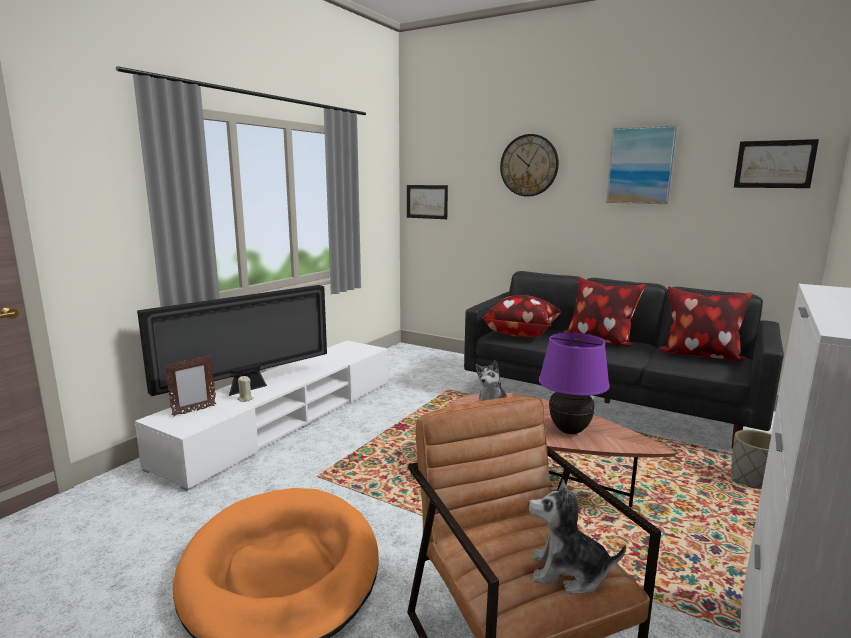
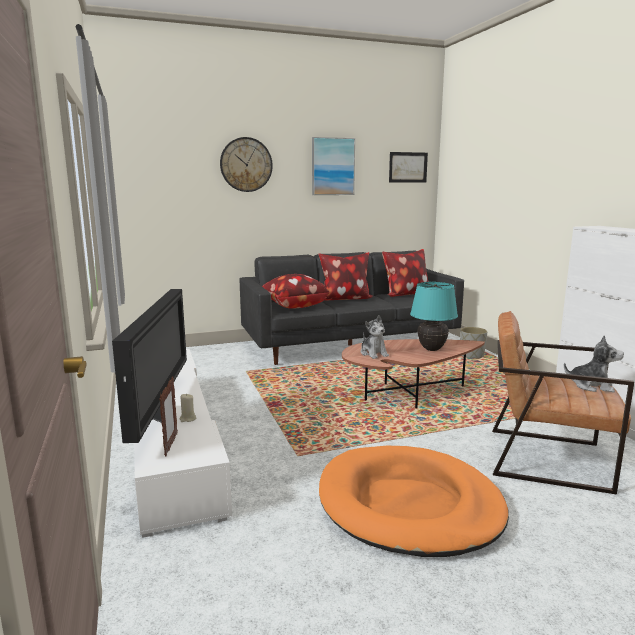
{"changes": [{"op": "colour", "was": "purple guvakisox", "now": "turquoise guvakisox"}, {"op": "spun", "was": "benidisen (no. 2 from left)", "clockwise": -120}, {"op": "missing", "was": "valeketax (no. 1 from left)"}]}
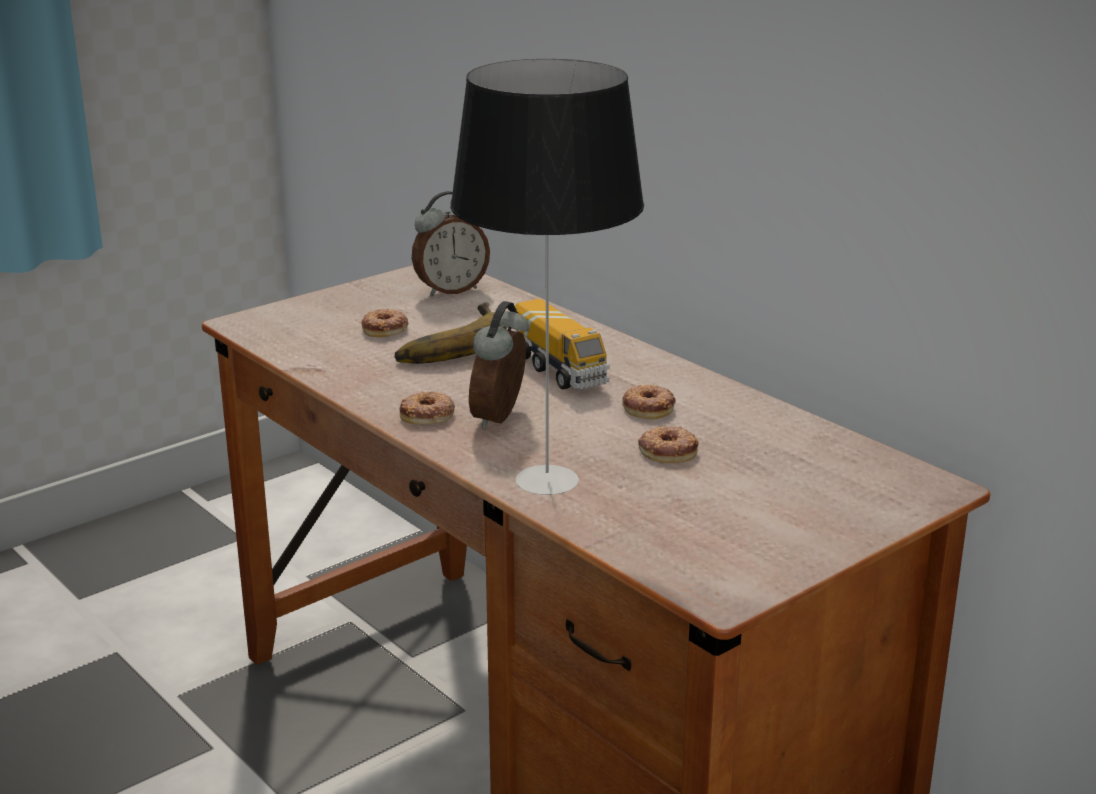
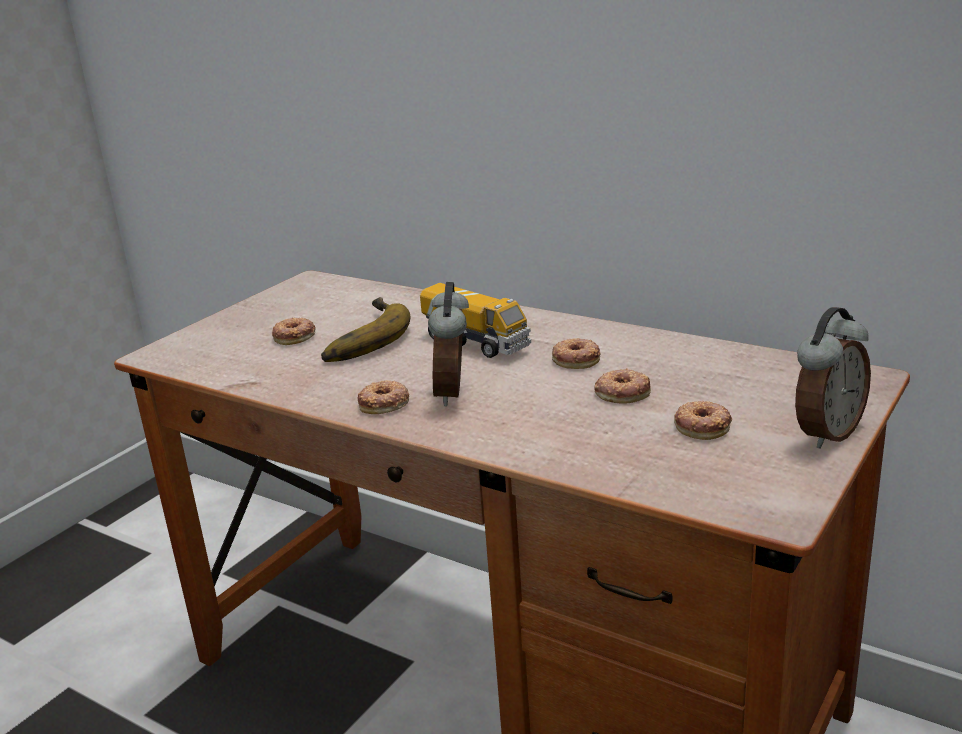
{"changes": [{"op": "appeared", "now": "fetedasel (no. 5 from left)"}, {"op": "relocated", "was": "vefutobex (no. 1 from left in the first image)", "now": "vefutobex (no. 2 from left)"}, {"op": "missing", "was": "guvakisox"}]}
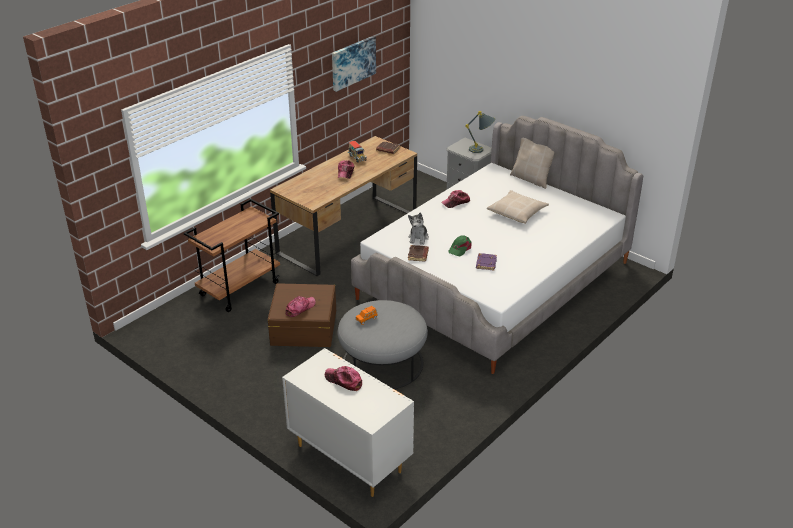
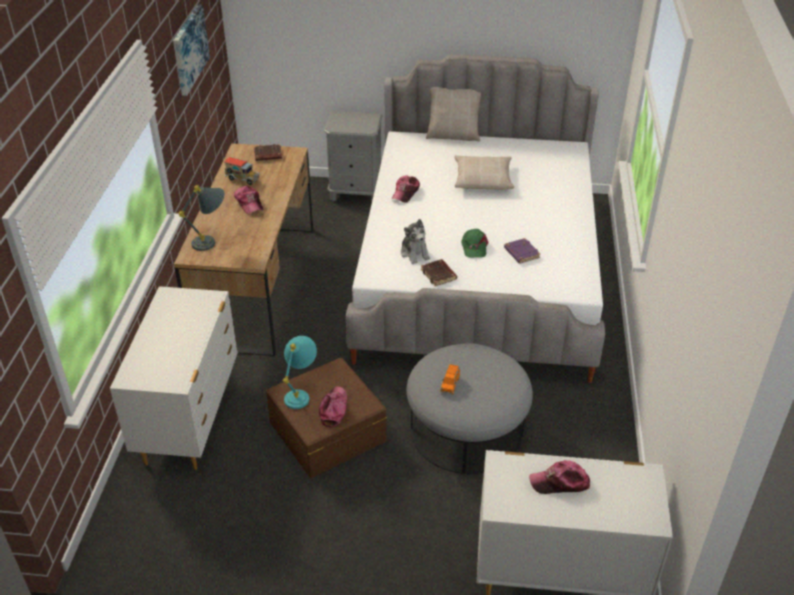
{"changes": [{"op": "exchanged", "was": "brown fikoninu", "now": "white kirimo (no. 1 from left)"}, {"op": "relocated", "was": "grey guvakisox"}, {"op": "appeared", "now": "turquoise guvakisox"}]}
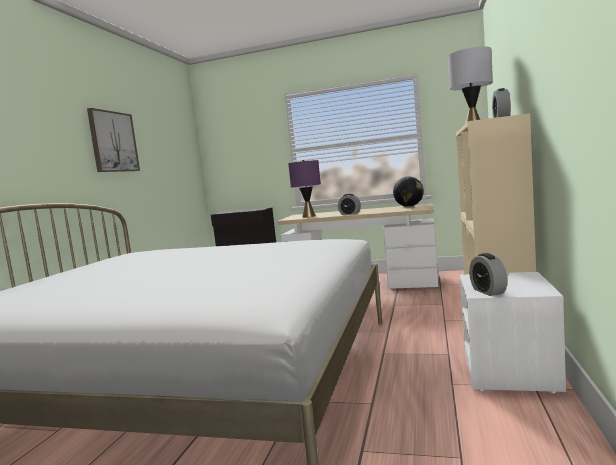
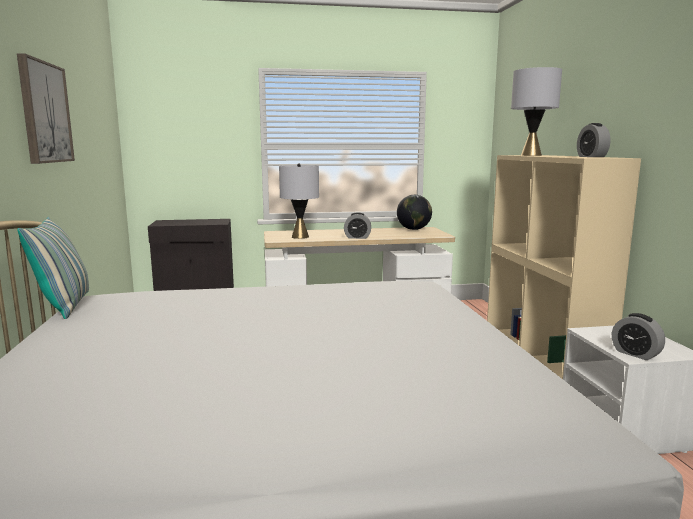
{"changes": [{"op": "appeared", "now": "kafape"}, {"op": "colour", "was": "purple guvakisox", "now": "grey guvakisox (no. 1 from left)"}]}
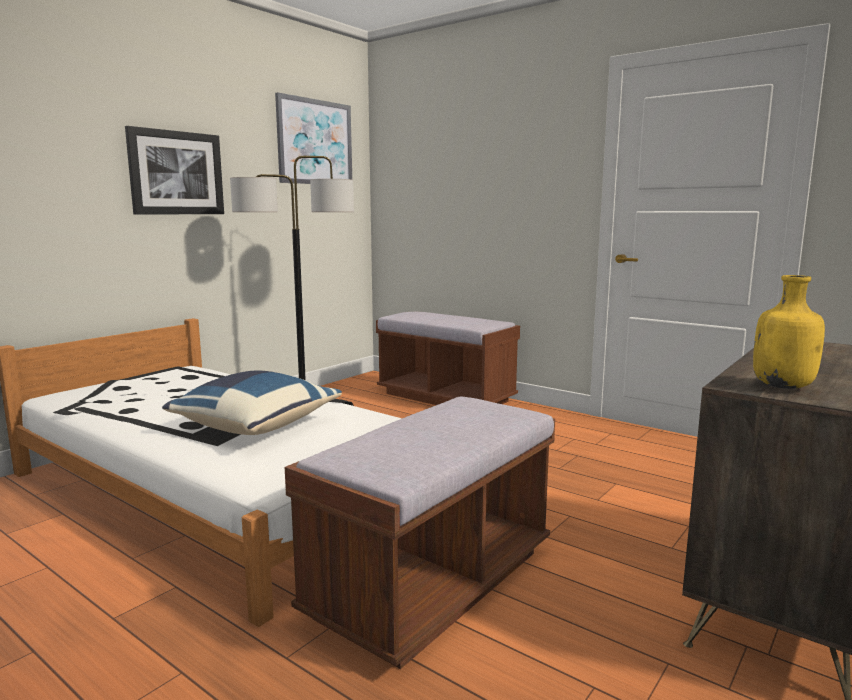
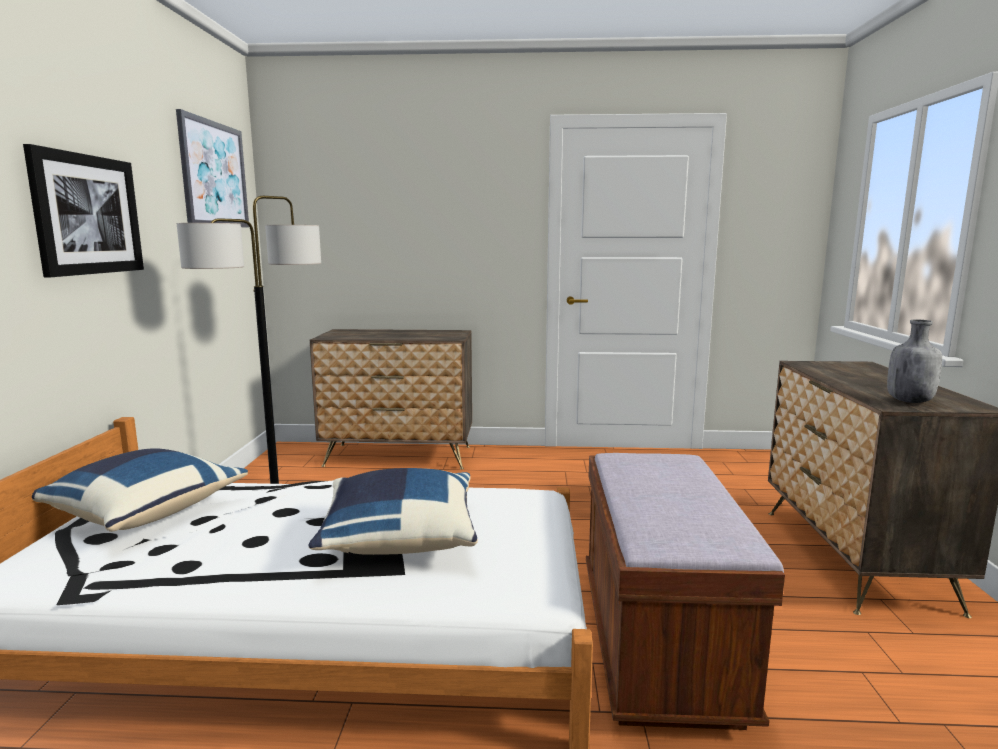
{"changes": [{"op": "appeared", "now": "blue kafape (no. 1 from left)"}, {"op": "exchanged", "was": "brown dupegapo (no. 2 from left)", "now": "kirimo (no. 1 from left)"}, {"op": "colour", "was": "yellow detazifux", "now": "grey detazifux"}]}
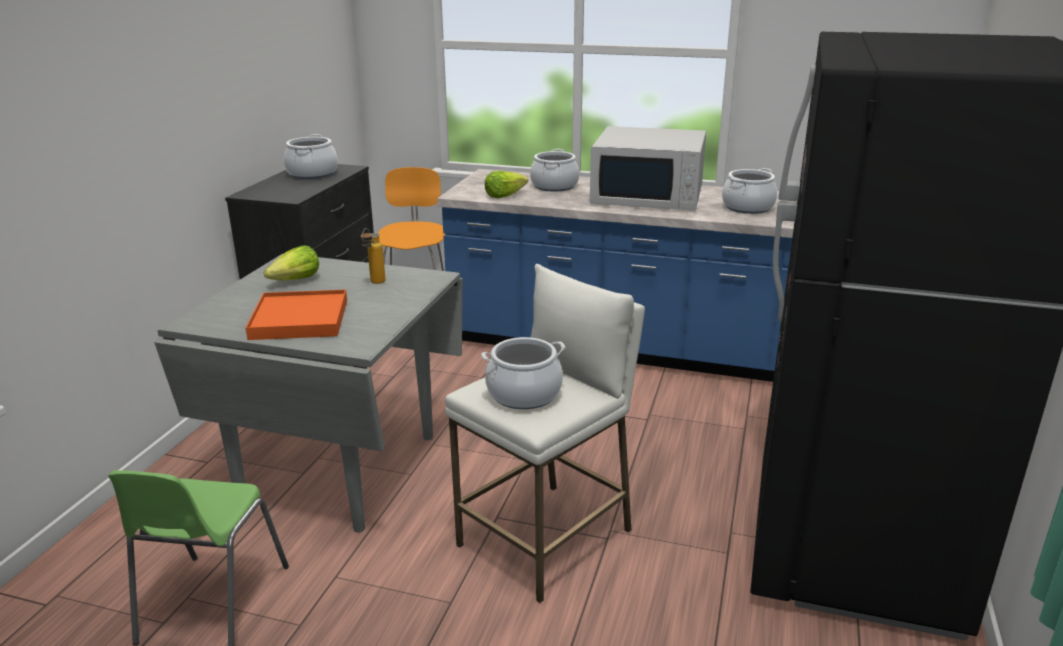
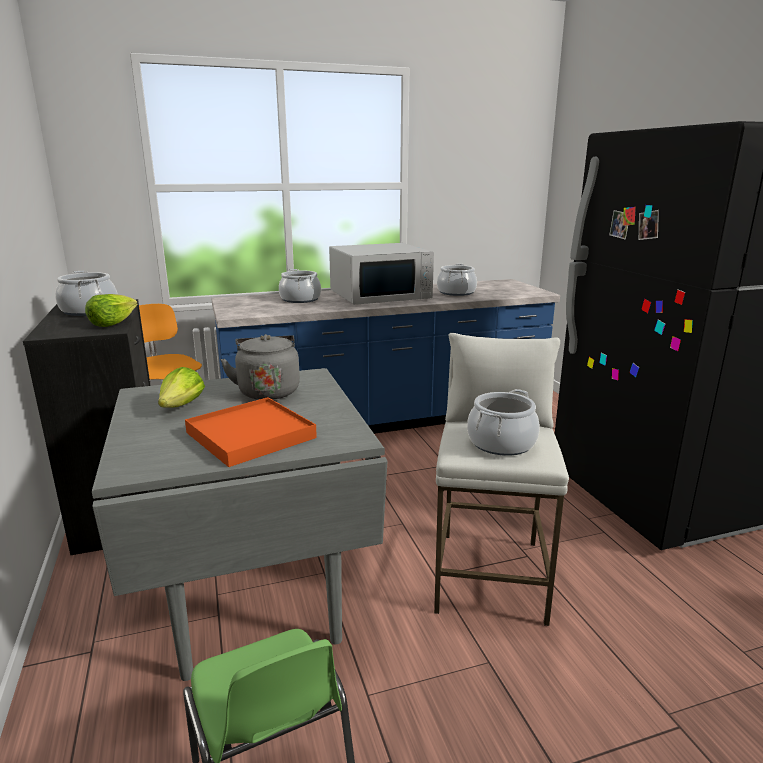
{"changes": [{"op": "relocated", "was": "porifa (no. 2 from left in the first image)", "now": "porifa (no. 1 from left)"}, {"op": "exchanged", "was": "detazifux", "now": "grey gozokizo"}]}
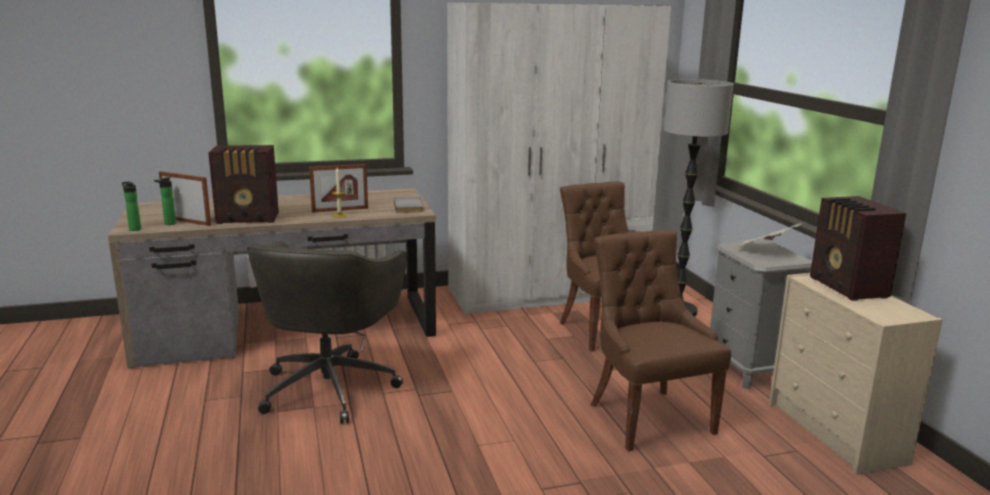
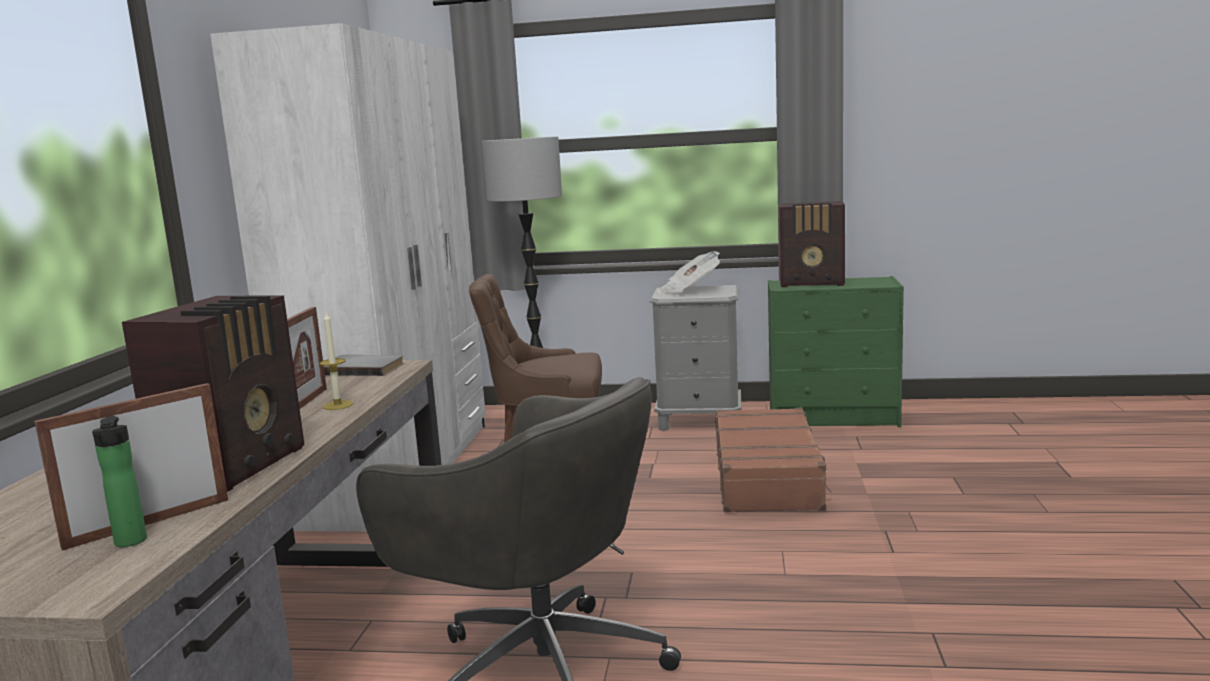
{"changes": [{"op": "exchanged", "was": "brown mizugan (no. 2 from left)", "now": "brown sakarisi"}, {"op": "colour", "was": "beige kirimo", "now": "green kirimo"}, {"op": "missing", "was": "detazifux (no. 1 from left)"}]}
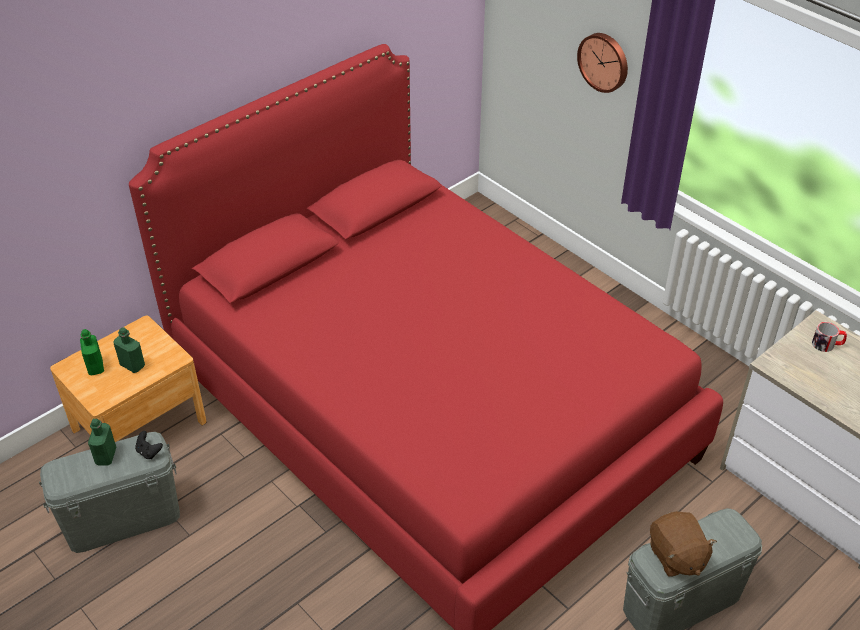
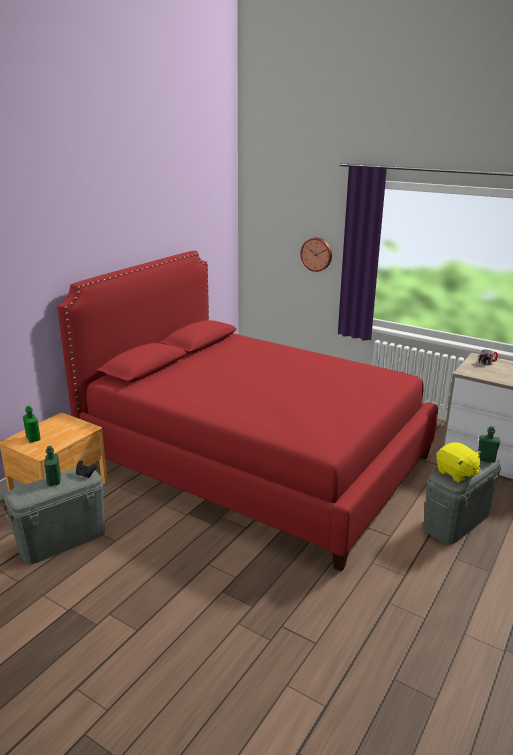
{"changes": [{"op": "colour", "was": "brown benidisen", "now": "yellow benidisen"}, {"op": "relocated", "was": "green detazifux (no. 3 from left)"}]}
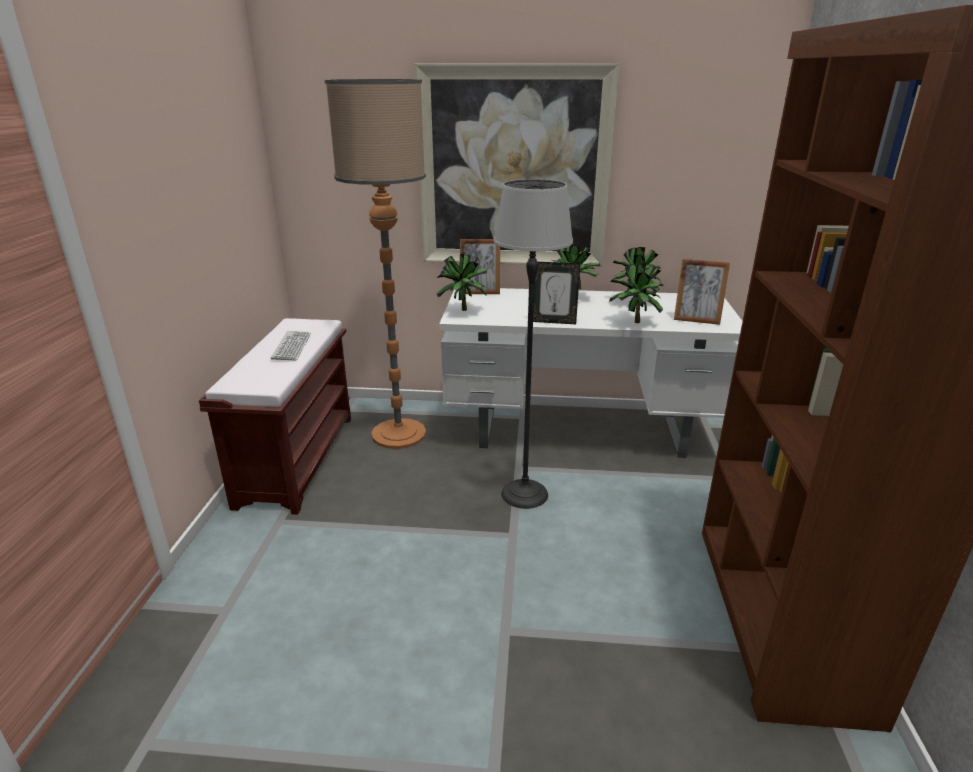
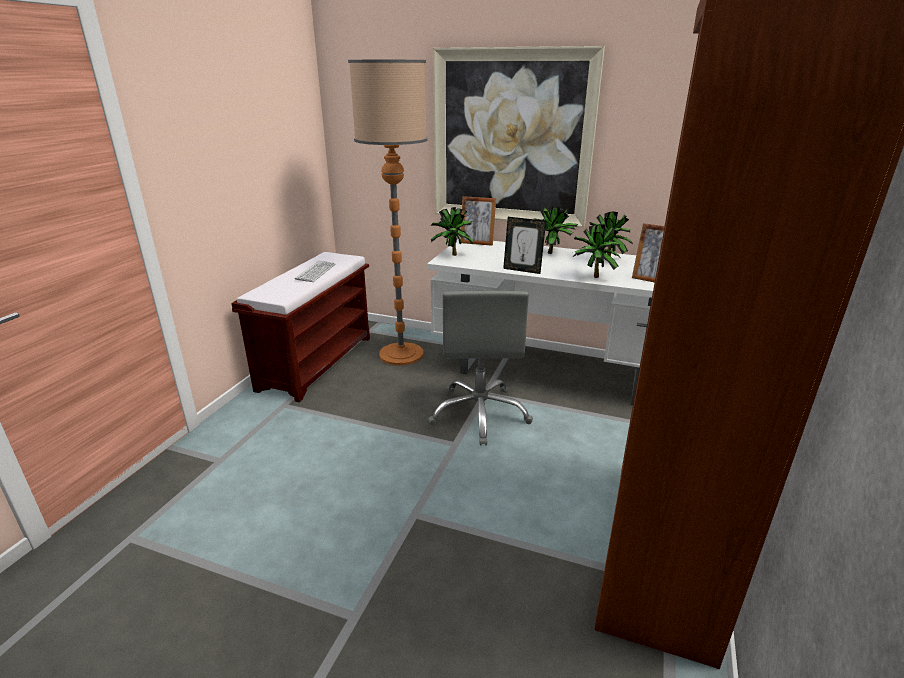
{"changes": [{"op": "exchanged", "was": "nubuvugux (no. 2 from left)", "now": "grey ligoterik"}]}
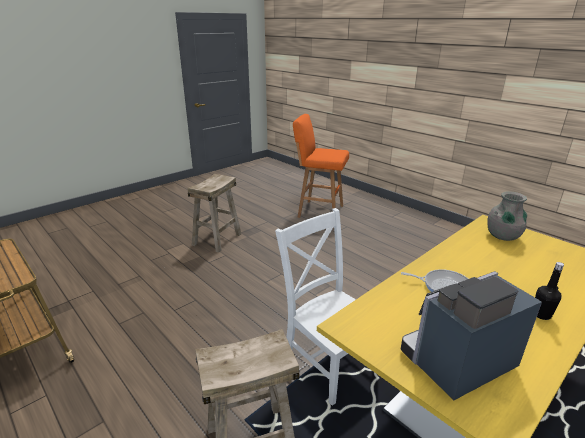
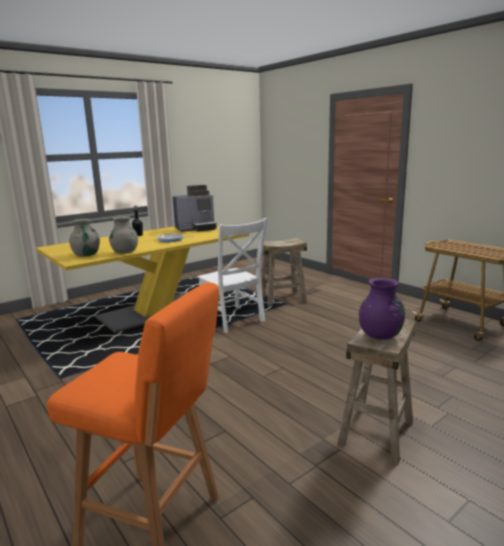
{"changes": [{"op": "appeared", "now": "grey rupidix (no. 2 from left)"}, {"op": "appeared", "now": "purple rupidix"}]}
